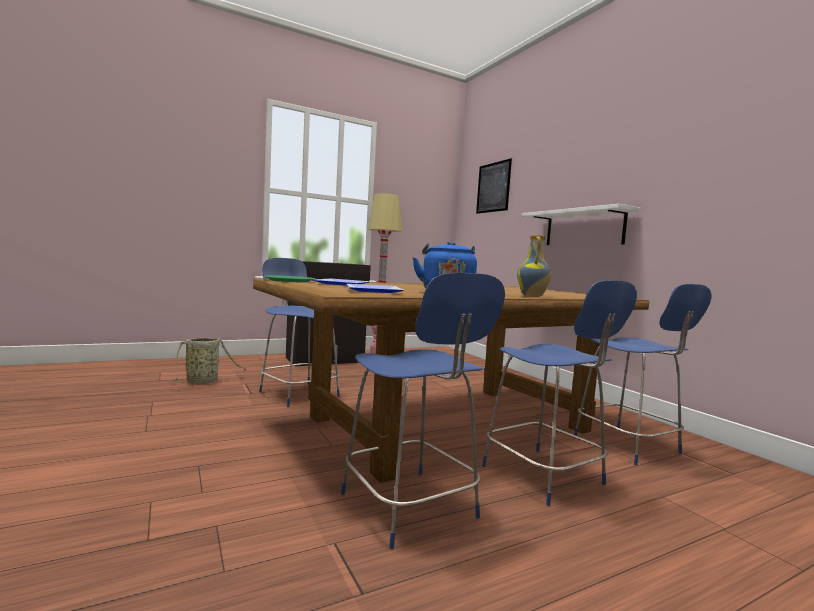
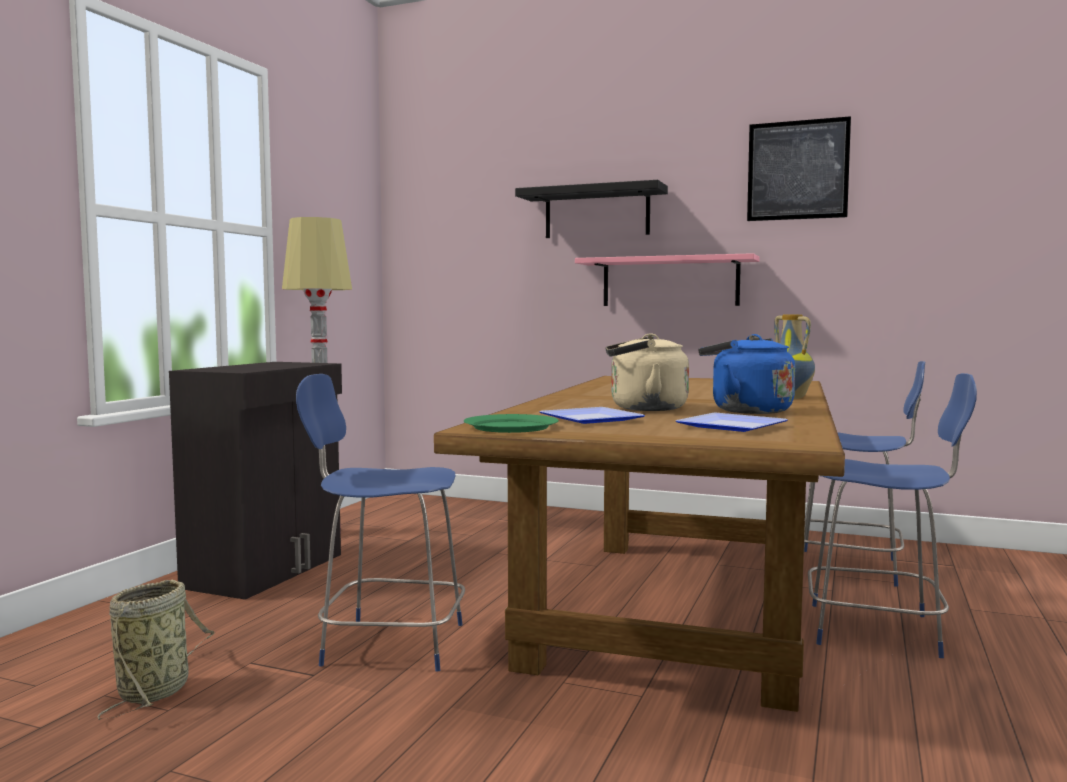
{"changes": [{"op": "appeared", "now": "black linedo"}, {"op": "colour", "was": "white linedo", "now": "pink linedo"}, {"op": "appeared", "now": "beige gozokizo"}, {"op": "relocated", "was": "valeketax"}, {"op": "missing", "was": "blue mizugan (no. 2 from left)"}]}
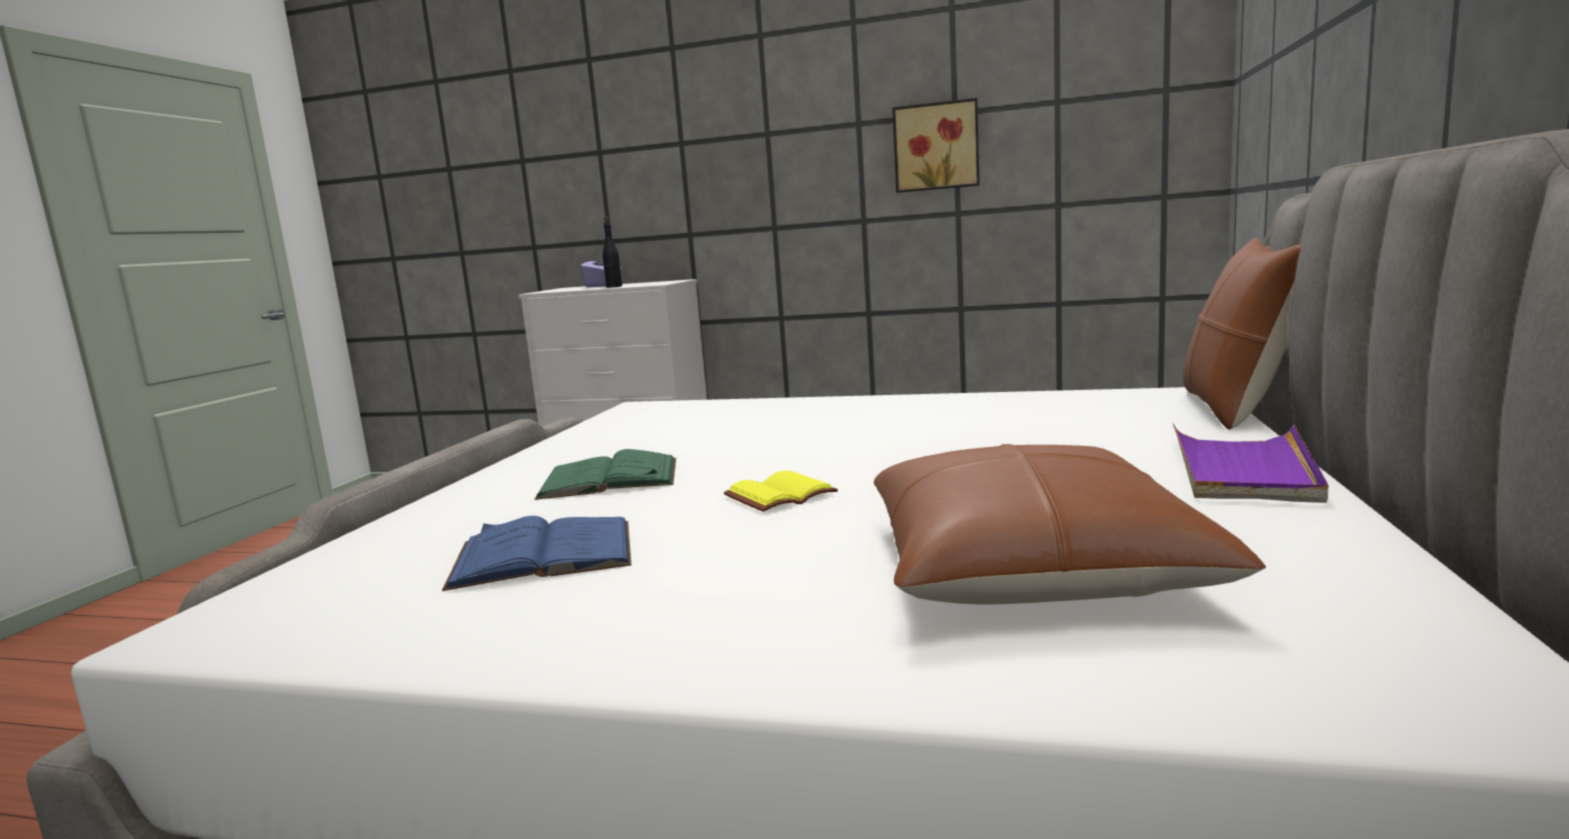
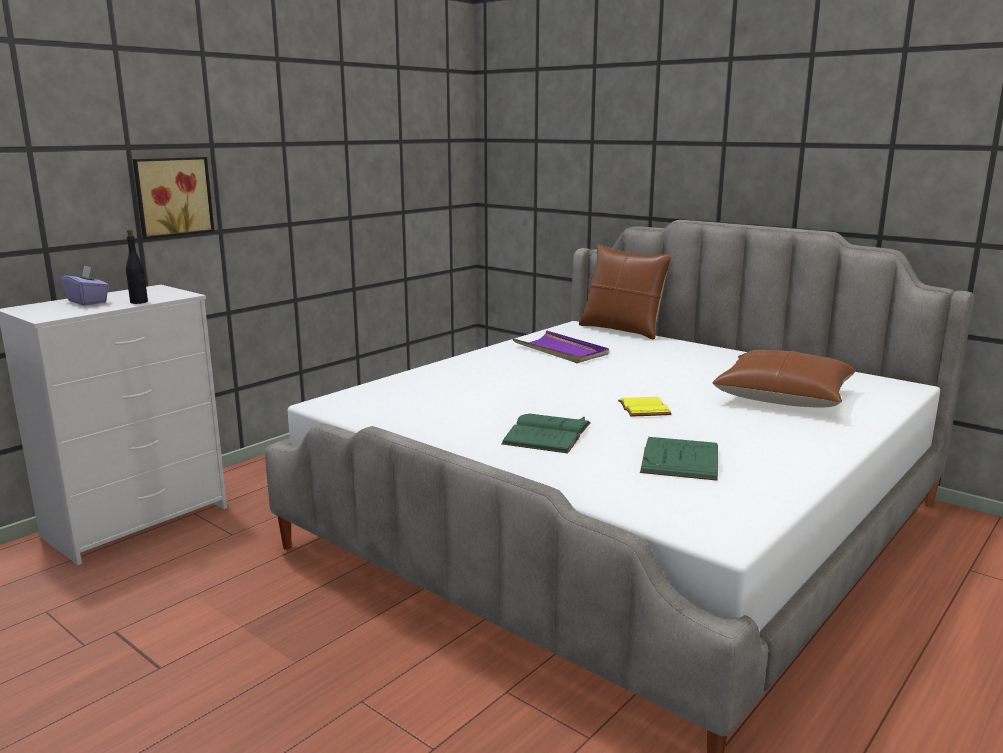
{"changes": [{"op": "relocated", "was": "valeketax"}, {"op": "relocated", "was": "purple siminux"}, {"op": "colour", "was": "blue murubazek", "now": "green murubazek (no. 2 from left)"}]}
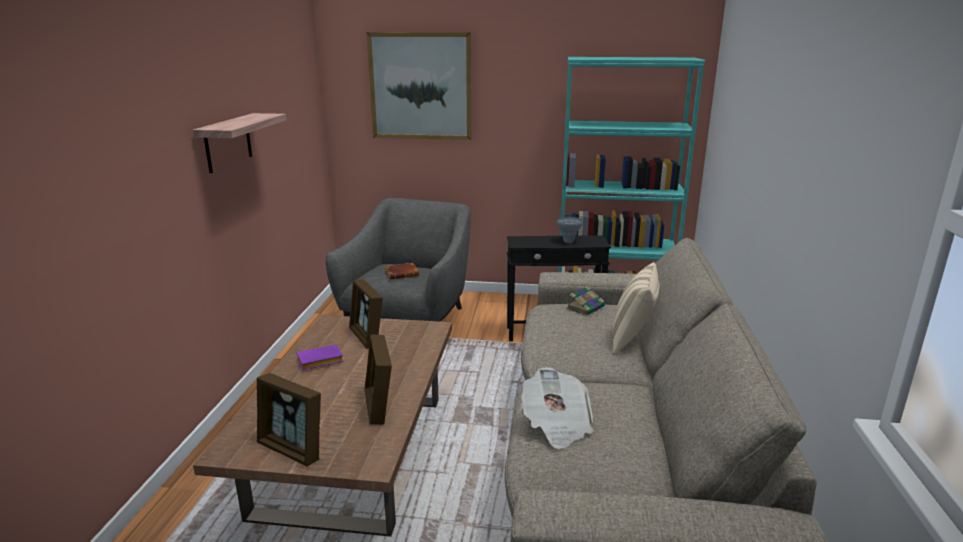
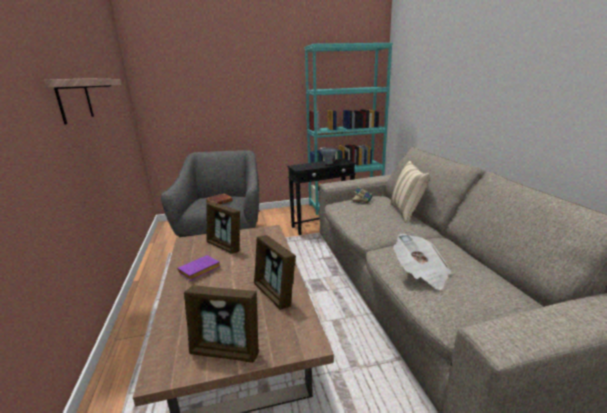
{"changes": [{"op": "missing", "was": "valeketax"}]}
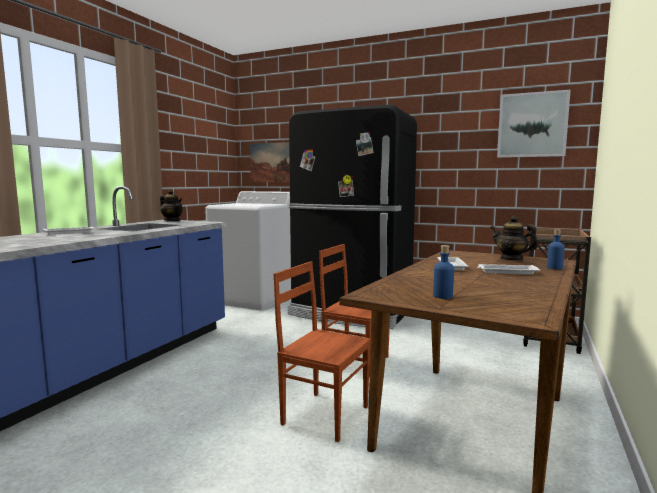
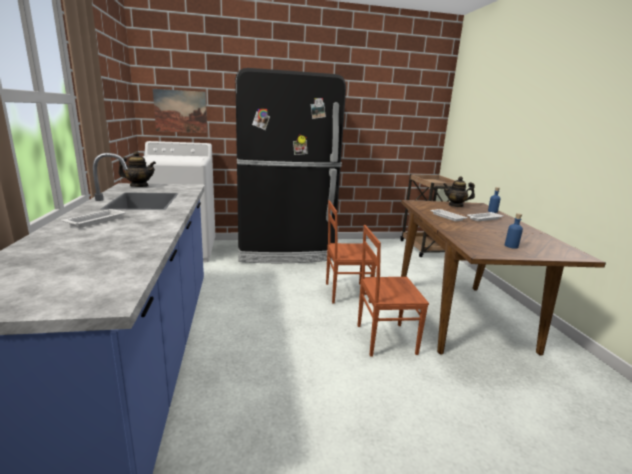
{"changes": [{"op": "missing", "was": "valeketax (no. 2 from left)"}]}
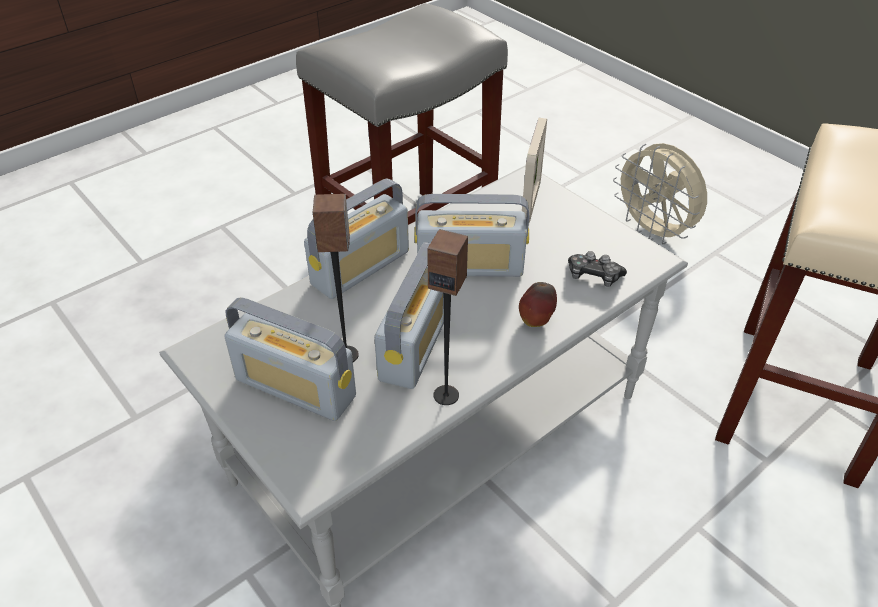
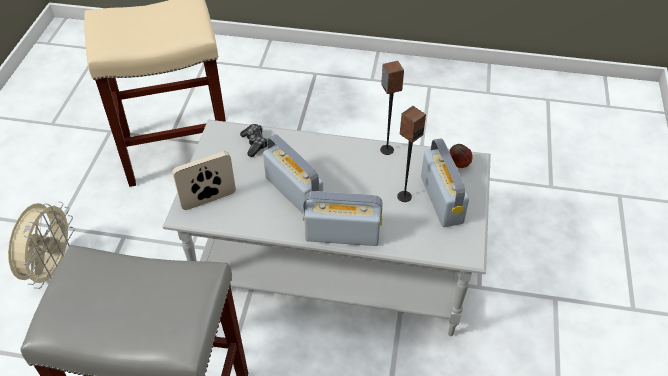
{"changes": [{"op": "relocated", "was": "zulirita"}, {"op": "missing", "was": "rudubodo (no. 3 from left)"}]}
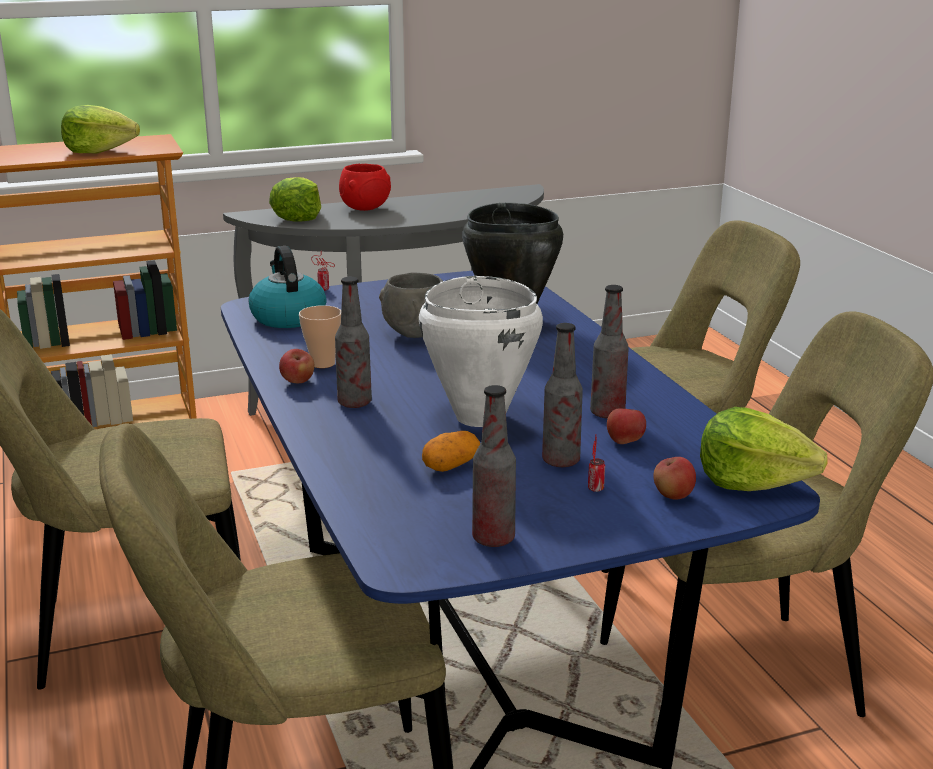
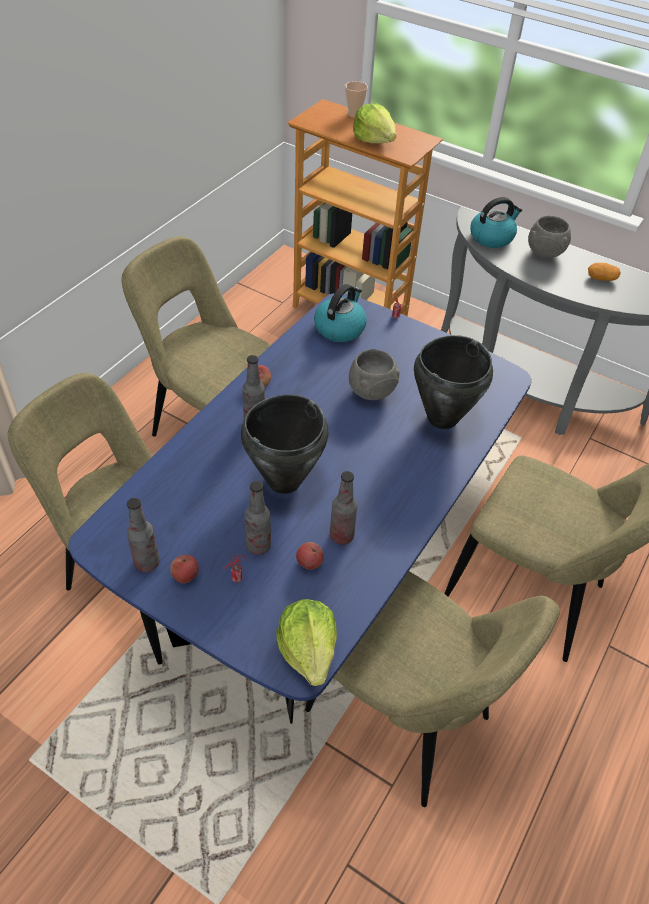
{"changes": [{"op": "relocated", "was": "zulirita (no. 3 from left in the first image)", "now": "zulirita (no. 1 from left)"}, {"op": "colour", "was": "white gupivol", "now": "black gupivol (no. 1 from left)"}, {"op": "relocated", "was": "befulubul"}, {"op": "exchanged", "was": "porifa (no. 2 from left)", "now": "gozokizo (no. 2 from left)"}, {"op": "colour", "was": "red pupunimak", "now": "grey pupunimak (no. 2 from left)"}, {"op": "relocated", "was": "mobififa"}]}
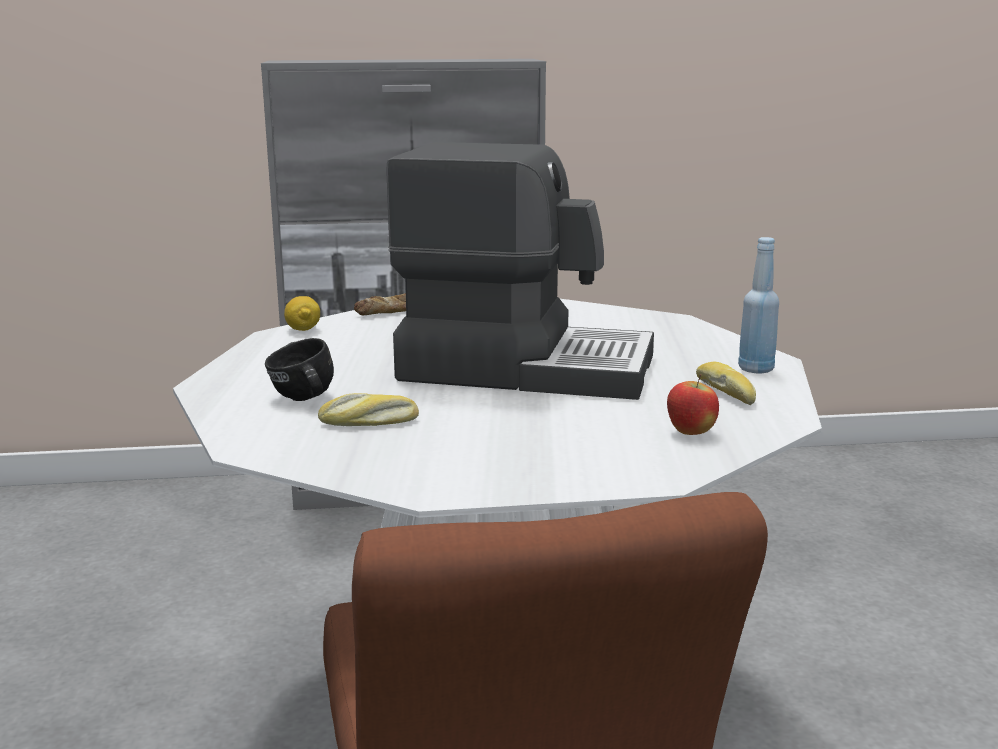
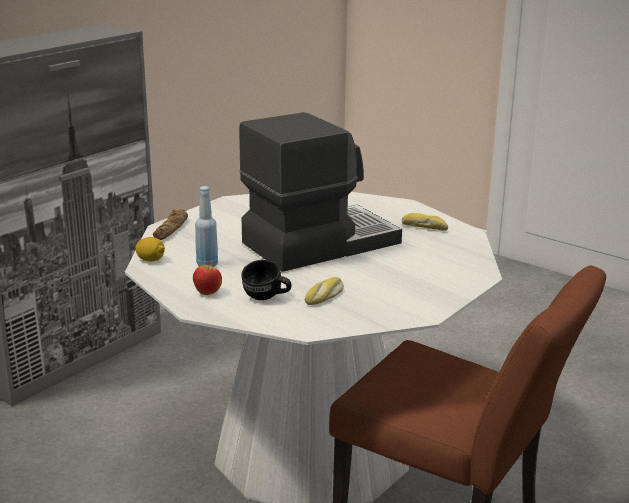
{"changes": [{"op": "relocated", "was": "zulirita"}, {"op": "relocated", "was": "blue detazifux"}]}
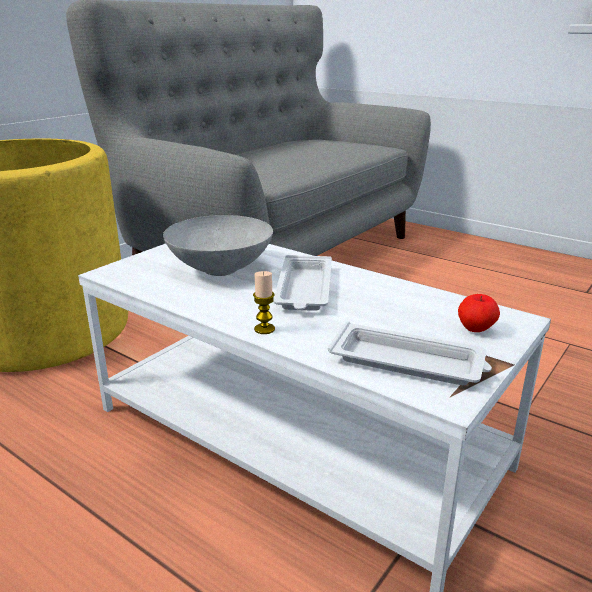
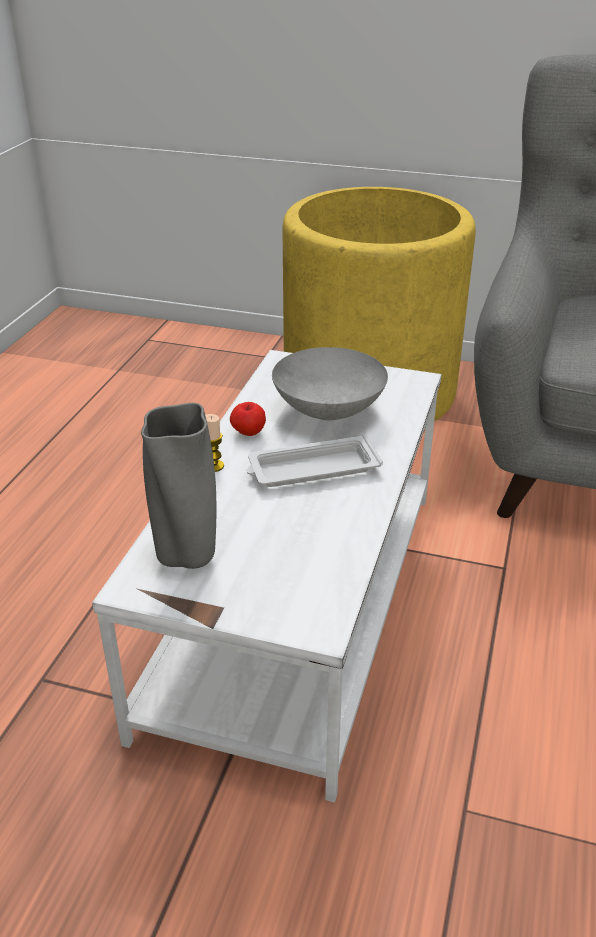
{"changes": [{"op": "exchanged", "was": "white siminux (no. 2 from left)", "now": "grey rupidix"}, {"op": "relocated", "was": "zulirita"}]}
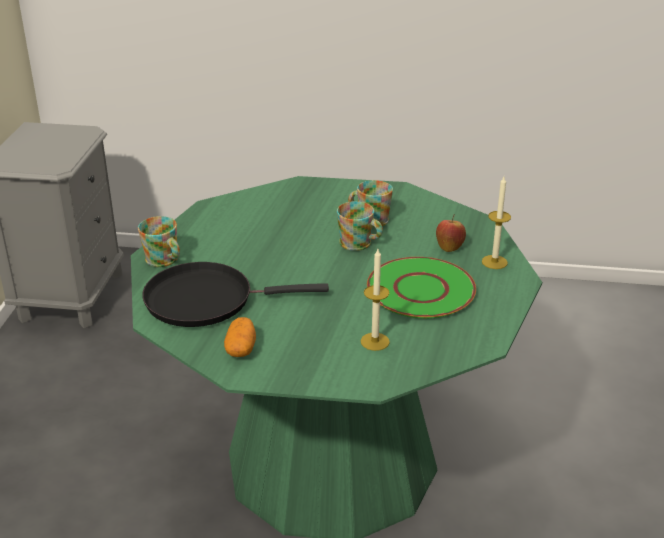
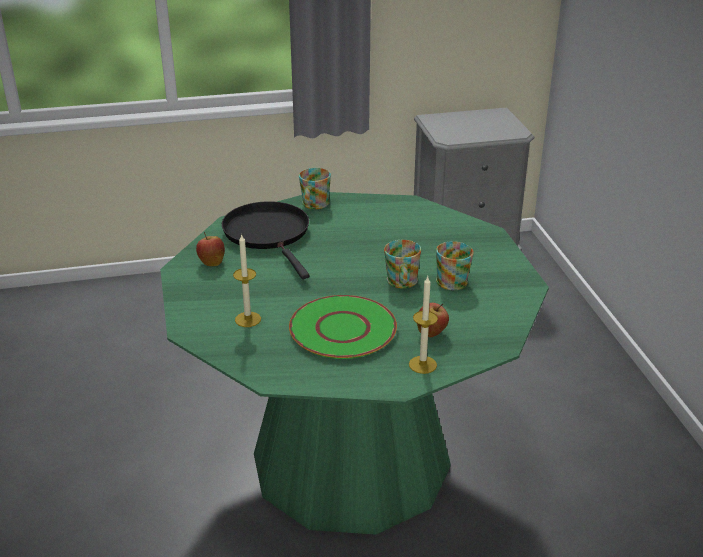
{"changes": [{"op": "exchanged", "was": "mobififa", "now": "zulirita (no. 1 from left)"}]}
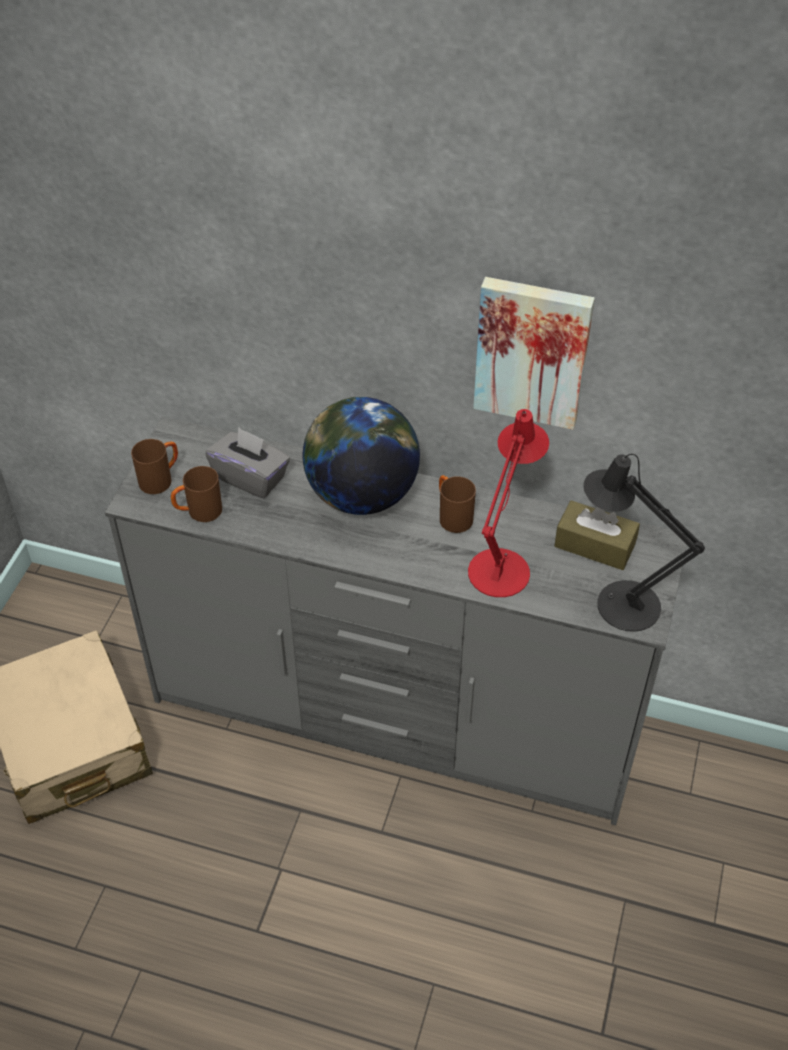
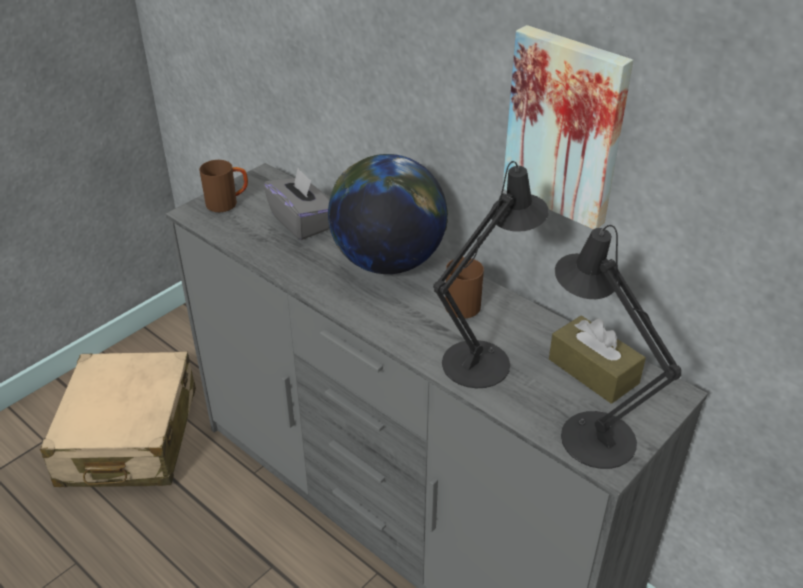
{"changes": [{"op": "colour", "was": "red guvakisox", "now": "black guvakisox (no. 1 from left)"}, {"op": "missing", "was": "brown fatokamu (no. 2 from left)"}]}
